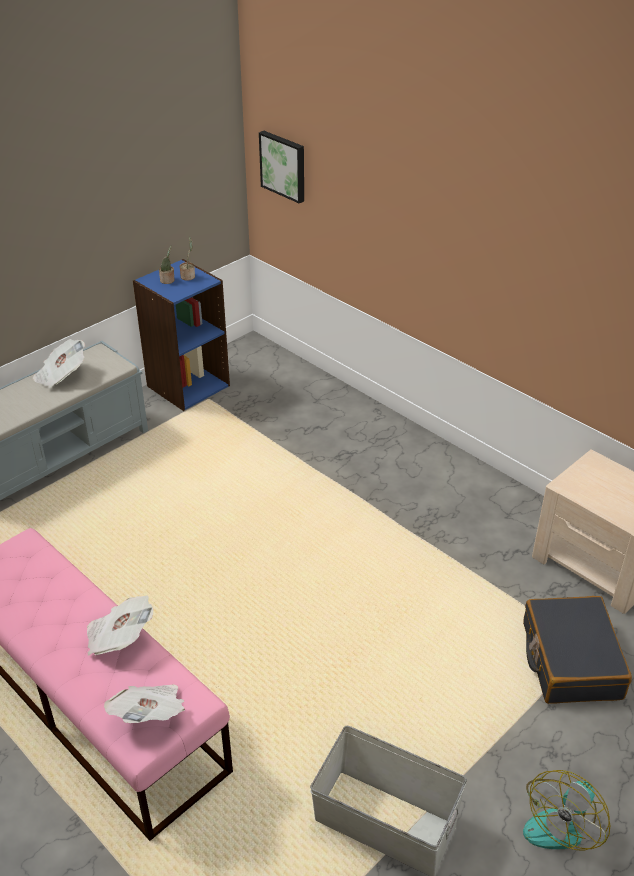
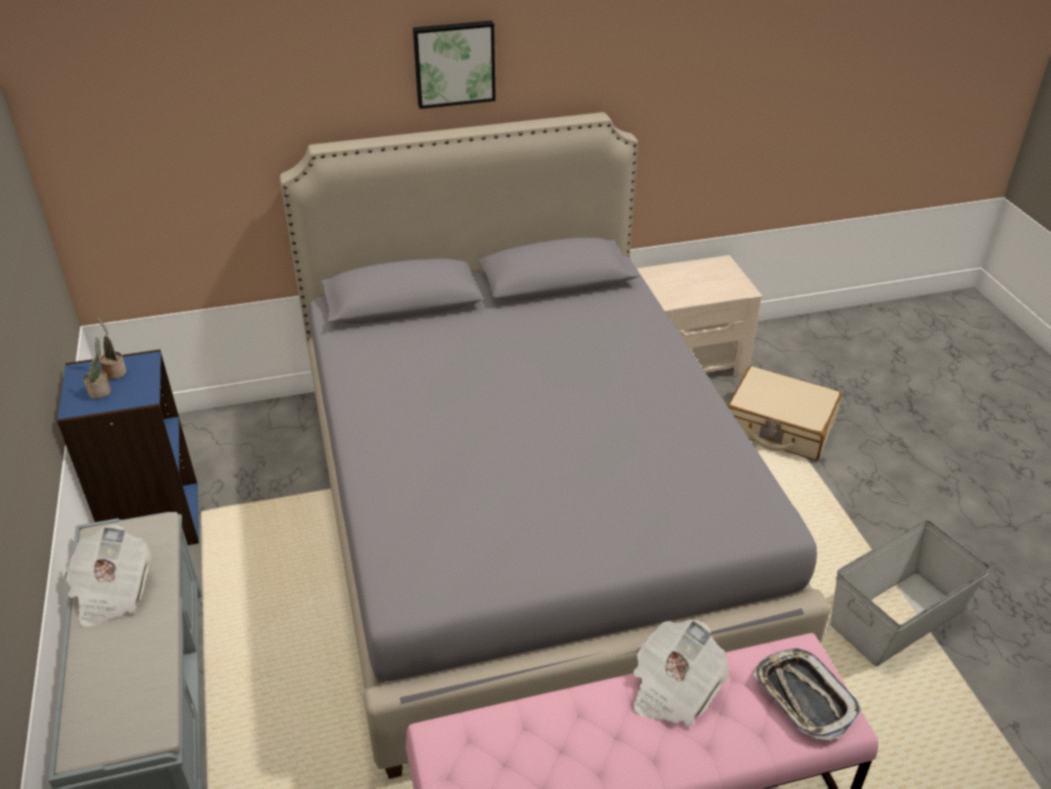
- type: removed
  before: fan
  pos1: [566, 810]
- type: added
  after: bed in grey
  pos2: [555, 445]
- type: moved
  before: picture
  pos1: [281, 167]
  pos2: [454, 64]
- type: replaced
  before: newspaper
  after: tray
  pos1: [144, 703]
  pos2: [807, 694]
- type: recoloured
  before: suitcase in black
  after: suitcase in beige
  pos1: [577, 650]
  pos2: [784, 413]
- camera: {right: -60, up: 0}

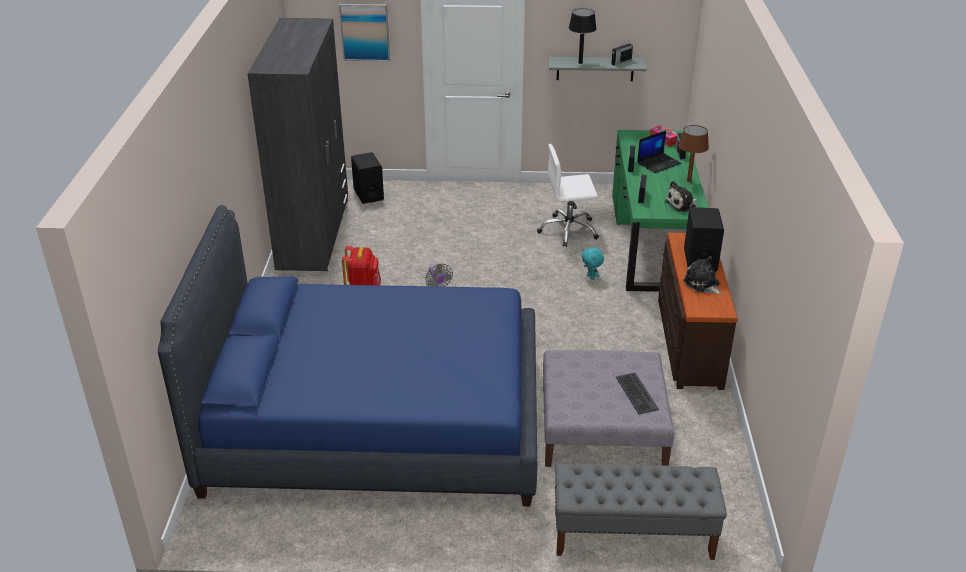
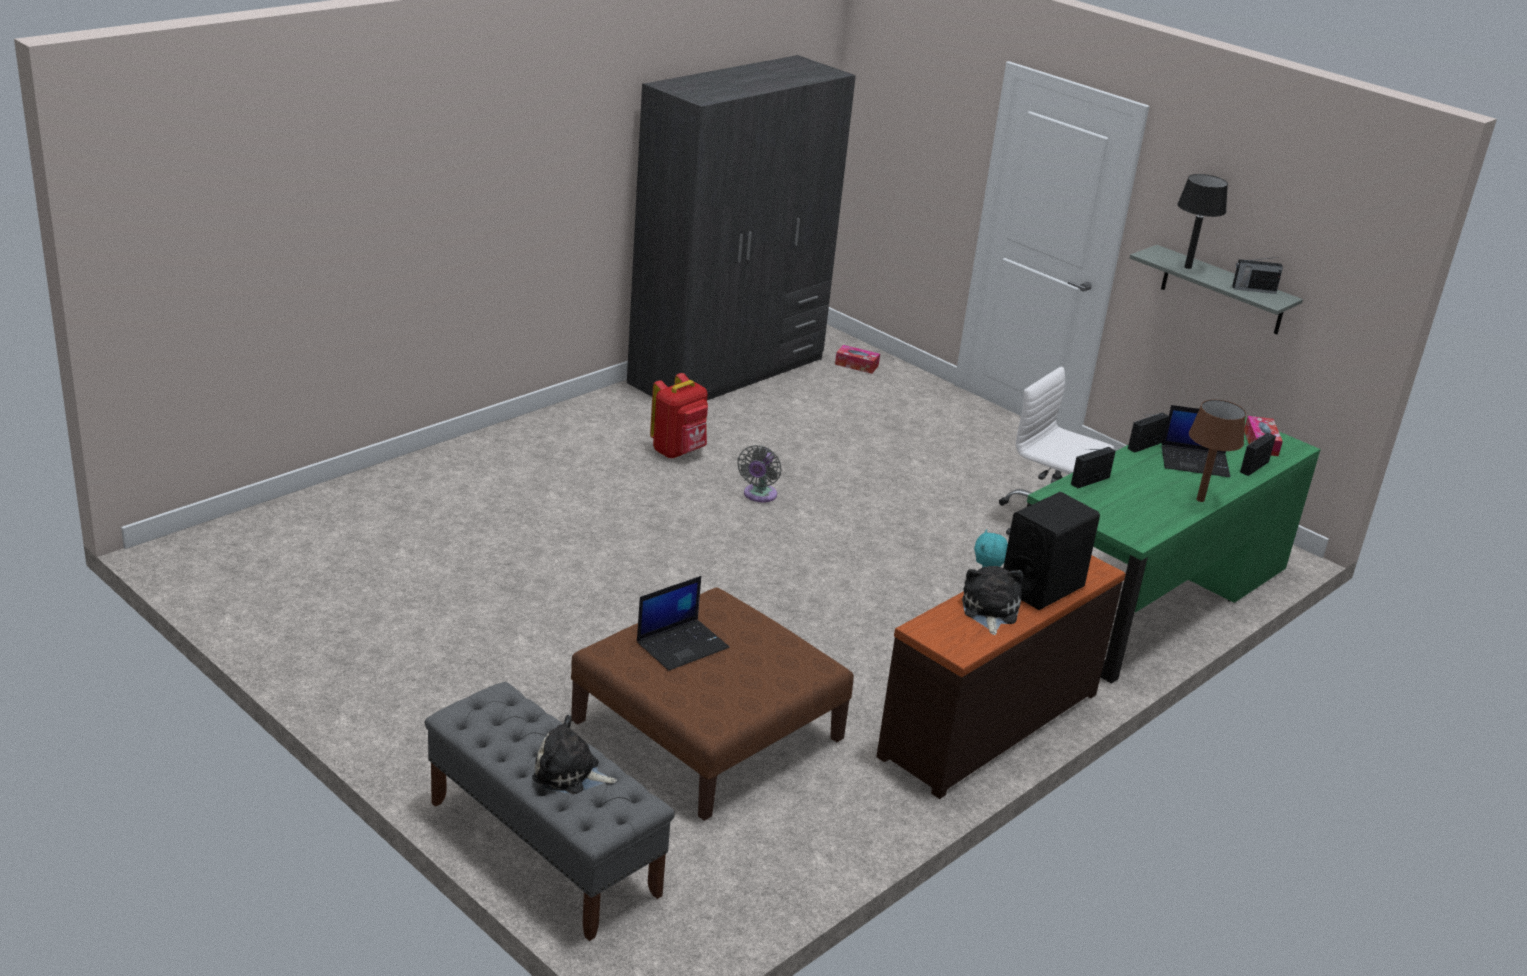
- type: removed
  before: bed in blue
  pos1: [347, 355]
- type: removed
  before: picture
  pos1: [364, 32]
- type: removed
  before: keyboard
  pos1: [637, 393]
- type: added
  after: laptop
  pos2: [683, 623]
- type: moved
  before: plush toy
  pos1: [681, 196]
  pos2: [574, 754]
- type: replaced
  before: speaker in black
  after: tissue box
  pos1: [367, 178]
  pos2: [857, 359]
- type: recoloured
  before: ottoman in grey
  after: ottoman in brown
  pos1: [608, 408]
  pos2: [712, 704]
- camera: {right: 40, up: -5}

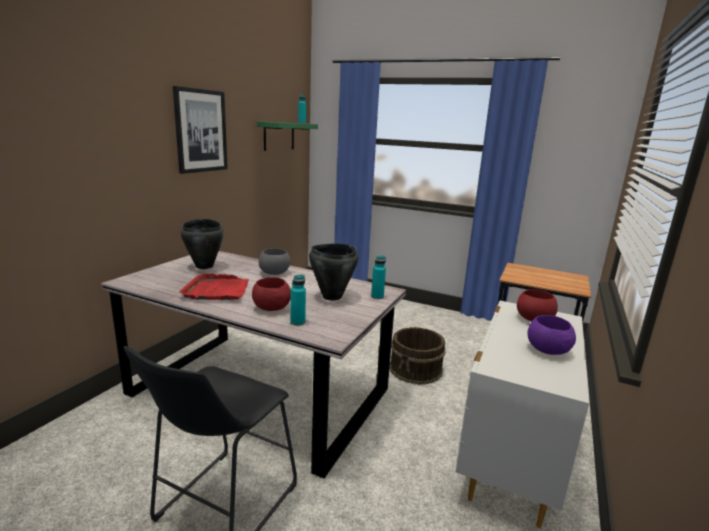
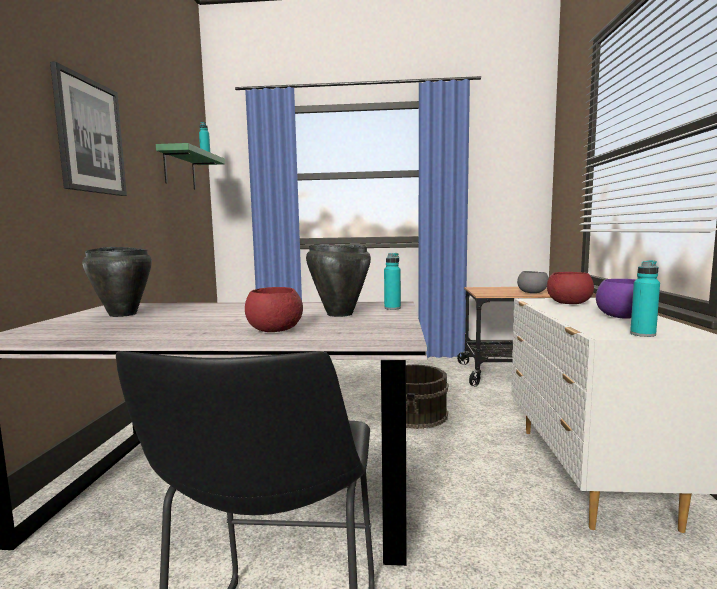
- type: removed
  before: tray in red
  pos1: [214, 286]
- type: moved
  before: bowl in grey
  pos1: [274, 261]
  pos2: [533, 282]
- type: moved
  before: bottle in turquoise
  pos1: [298, 300]
  pos2: [645, 298]
- camera: {right: -20, up: -10}

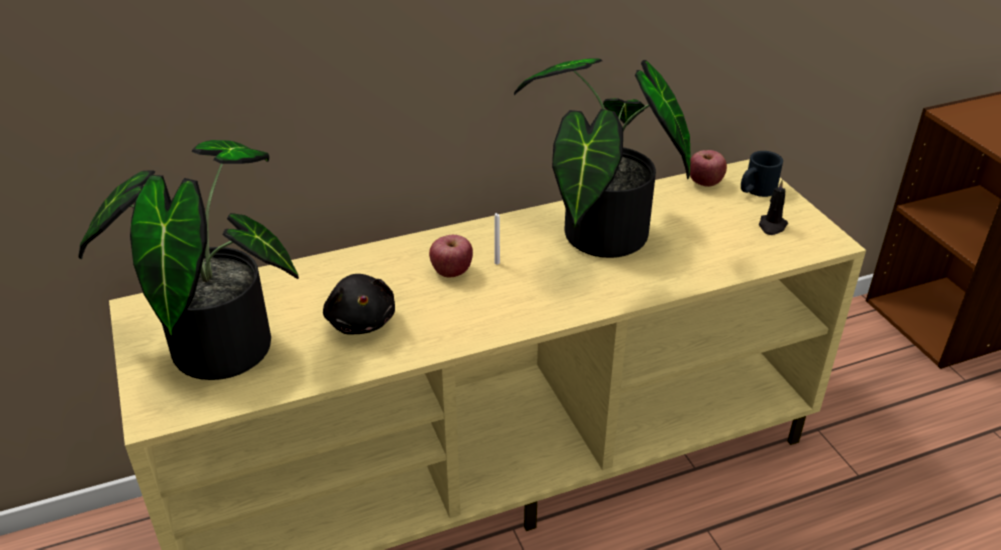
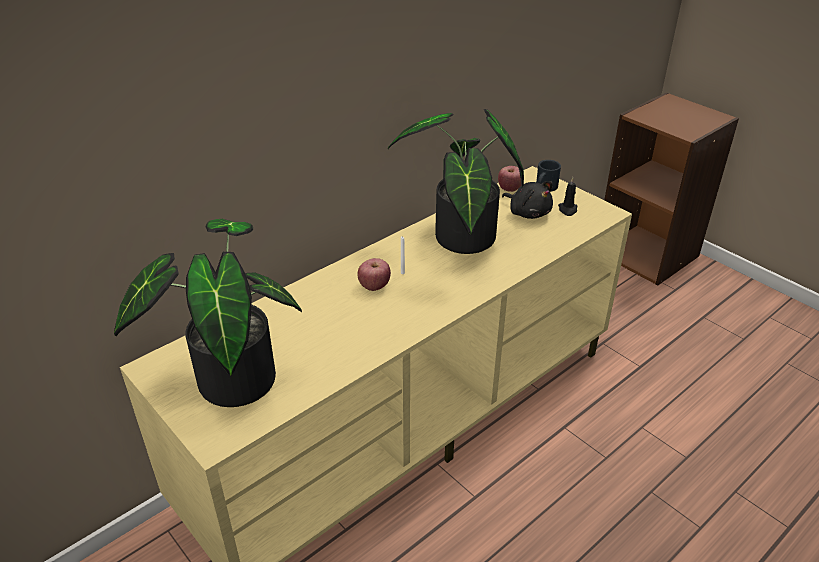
- type: moved
  before: plush toy in black
  pos1: [359, 304]
  pos2: [527, 200]
- camera: {right: -20, up: 0}

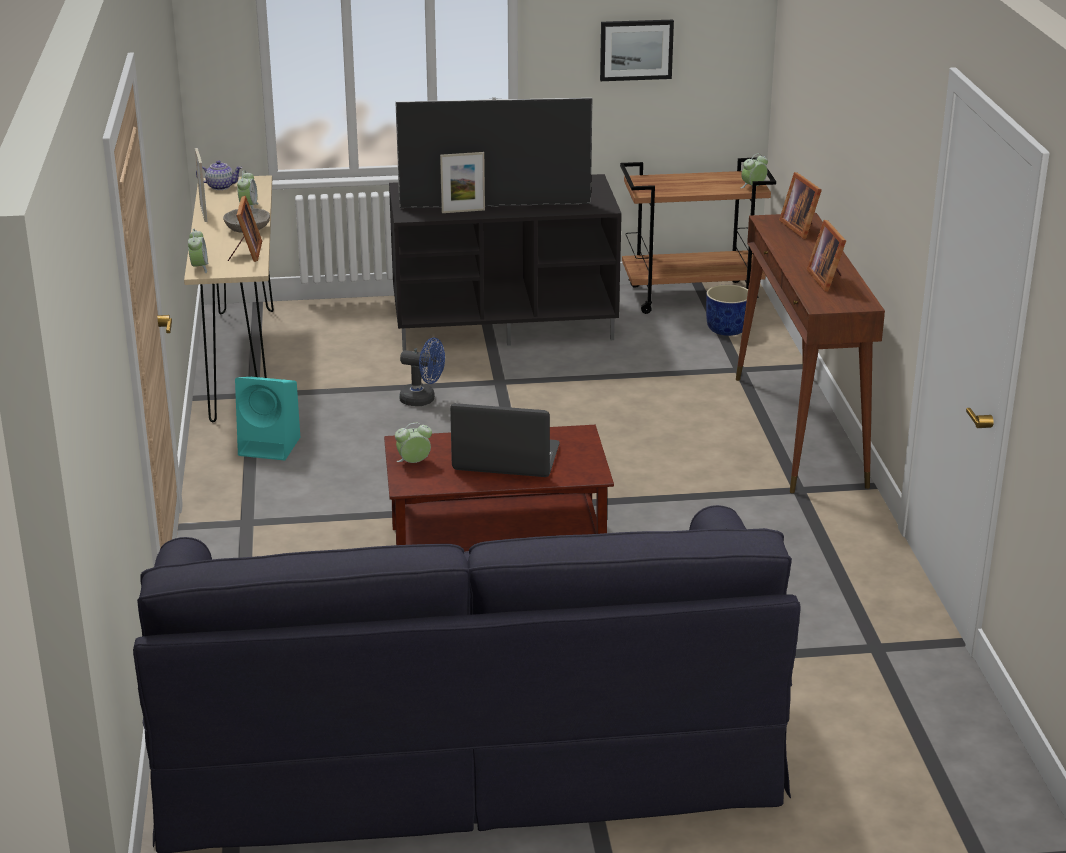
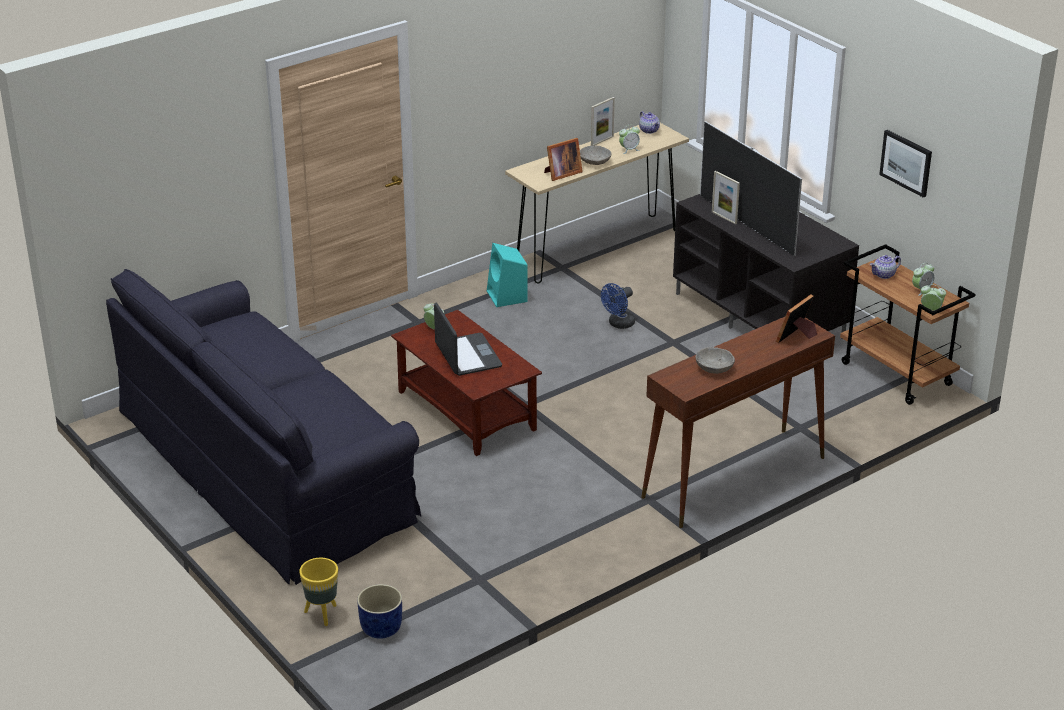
- type: added
  after: planter in yellow
  pos2: [318, 592]
- type: added
  after: teapot
  pos2: [885, 267]
- type: moved
  before: alarm clock
  pos1: [198, 251]
  pos2: [923, 279]
- type: moved
  before: planter in blue
  pos1: [727, 310]
  pos2: [379, 611]
- type: replaced
  before: picture frame
  after: bowl in grey
  pos1: [826, 256]
  pos2: [715, 360]
- type: turned
  before: fan in blue
  pos1: [422, 372]
  pos2: [618, 306]
  turn: 60
- camera: {right: 60, up: 5}

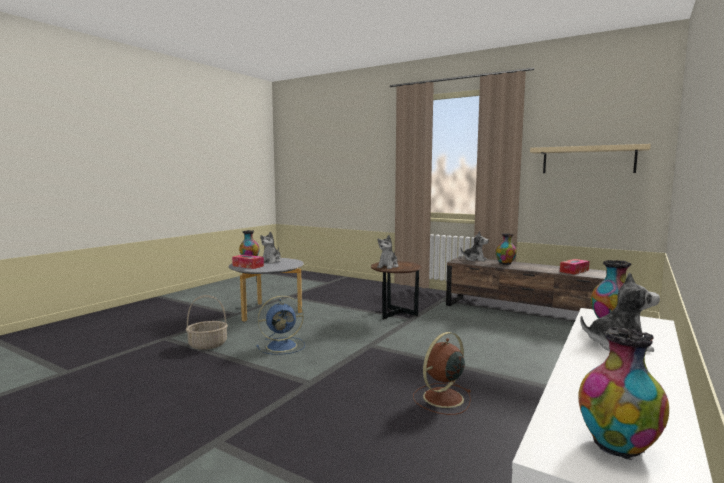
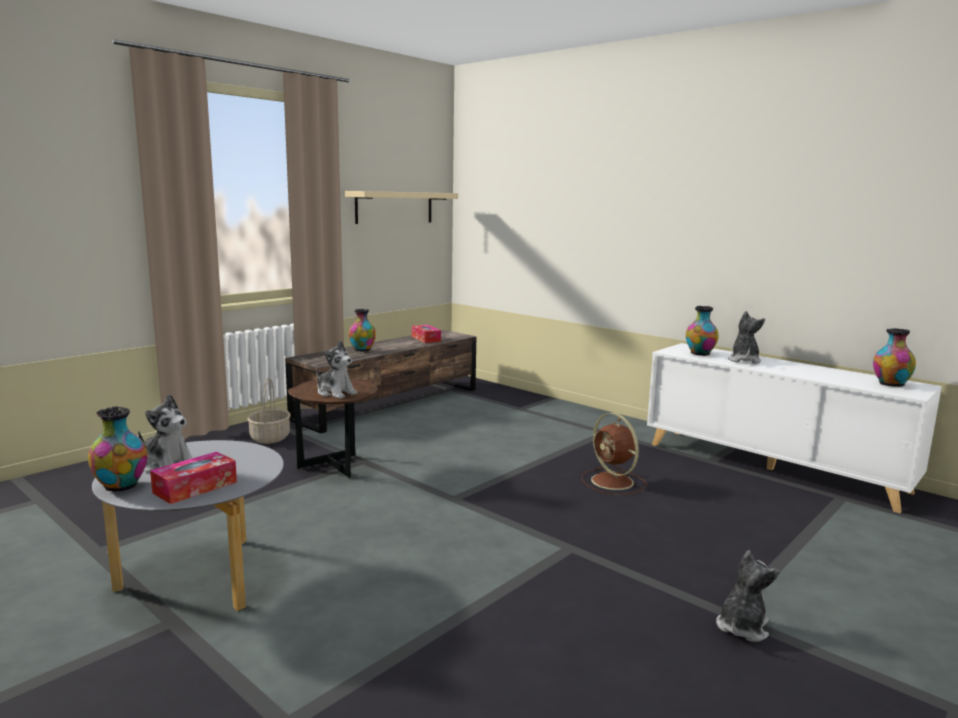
- type: removed
  before: fan in blue
  pos1: [280, 325]
- type: moved
  before: basket
  pos1: [207, 322]
  pos2: [269, 411]
- type: moved
  before: plush toy
  pos1: [474, 246]
  pos2: [748, 596]
- camera: {right: -80, up: 5}

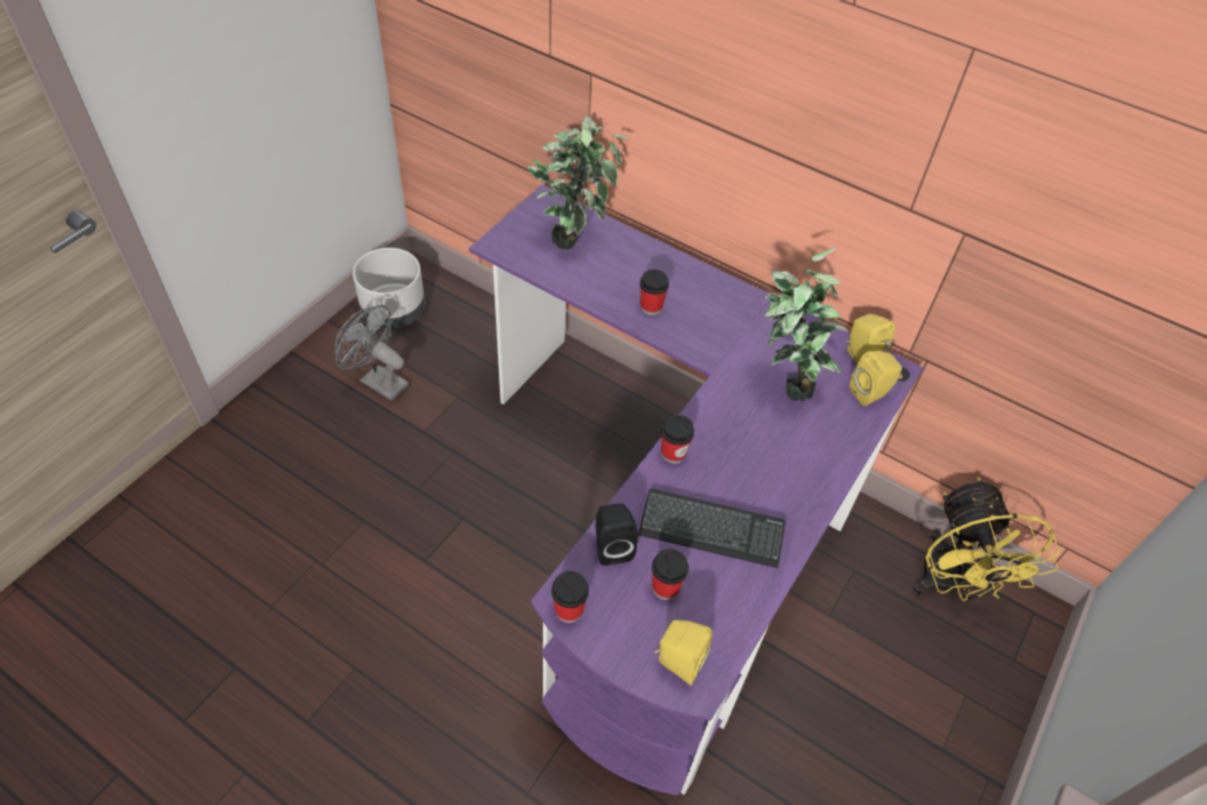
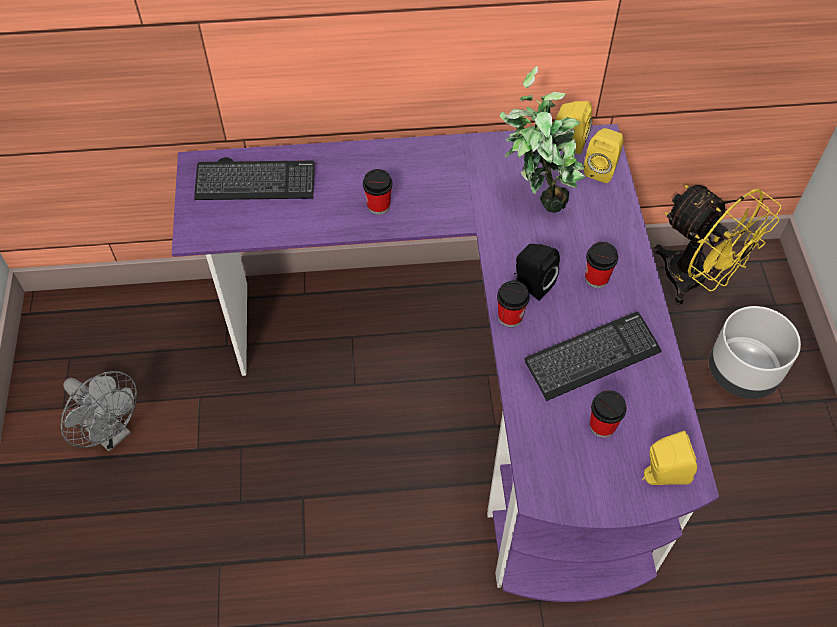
- type: moved
  before: planter in grey
  pos1: [389, 288]
  pos2: [755, 352]
- type: moved
  before: cup
  pos1: [570, 597]
  pos2: [601, 265]
- type: moved
  before: speaker in black
  pos1: [617, 534]
  pos2: [537, 272]
- type: replaced
  before: potted plant
  after: keyboard
  pos1: [578, 182]
  pos2: [254, 180]
- type: turned
  before: fan in grey
  pos1: [371, 353]
  pos2: [99, 411]
  turn: -135
- camera: {right: -35, up: 5}

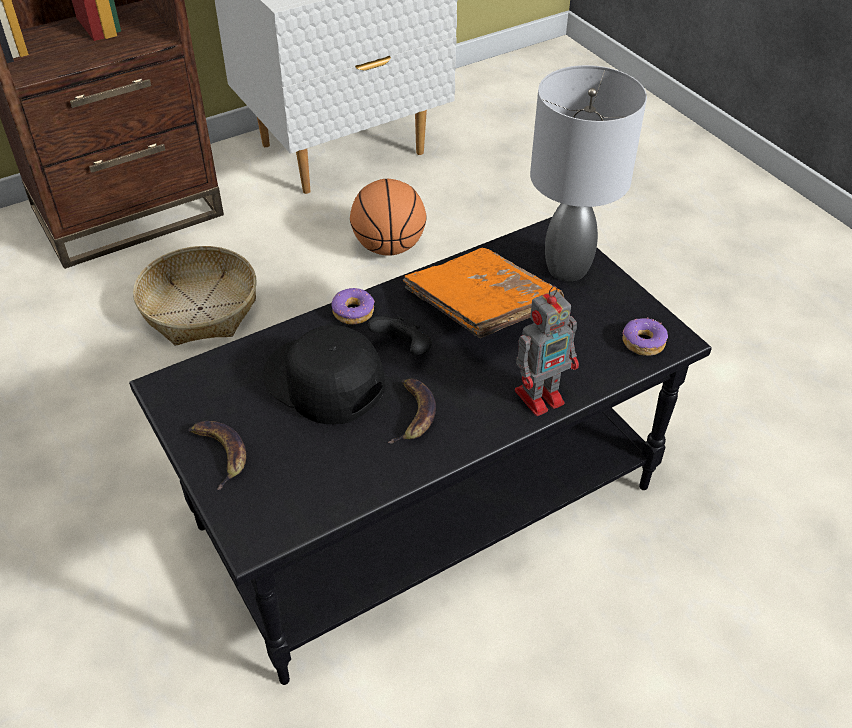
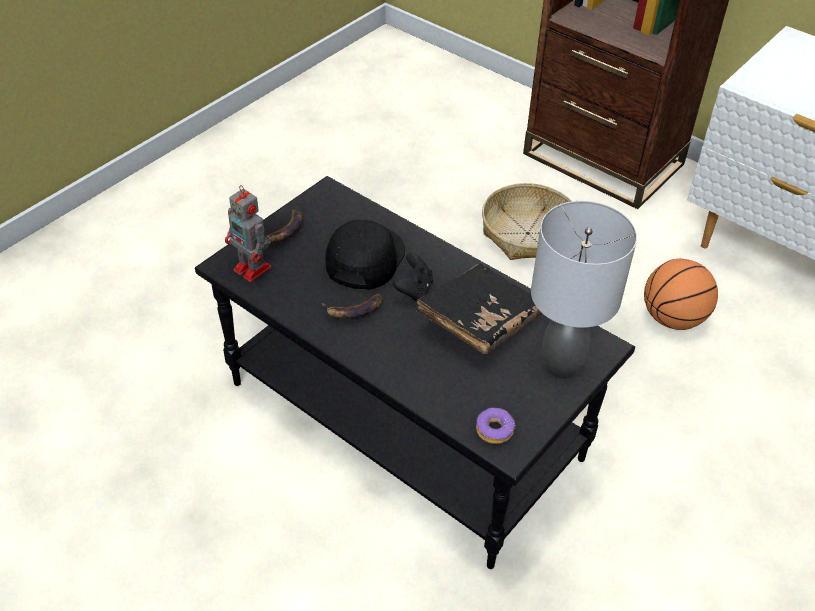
- type: removed
  before: donut
  pos1: [353, 306]
- type: moved
  before: toy robot
  pos1: [547, 351]
  pos2: [248, 233]
- type: recoloured
  before: book in orange
  after: book in black
  pos1: [483, 293]
  pos2: [479, 309]
- camera: {right: 70, up: 0}

